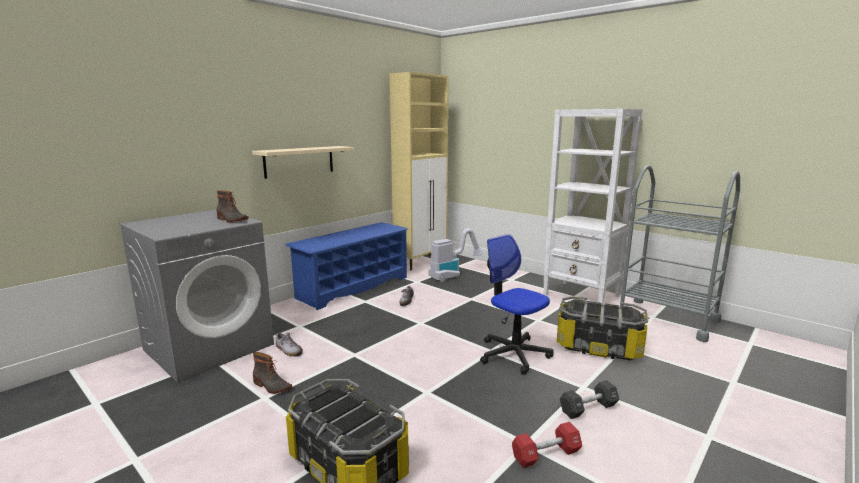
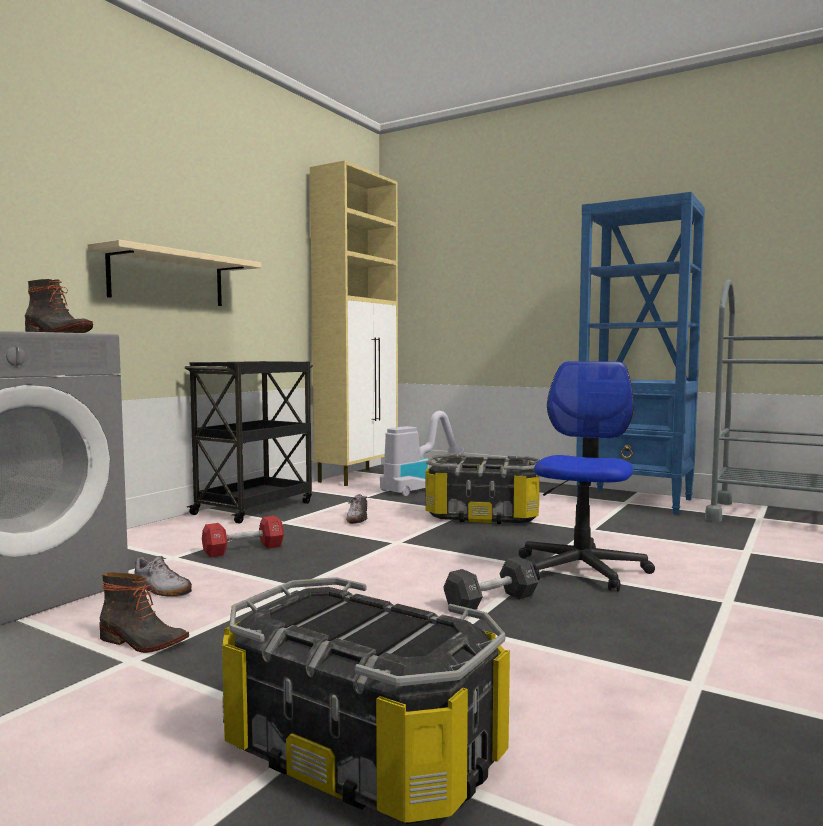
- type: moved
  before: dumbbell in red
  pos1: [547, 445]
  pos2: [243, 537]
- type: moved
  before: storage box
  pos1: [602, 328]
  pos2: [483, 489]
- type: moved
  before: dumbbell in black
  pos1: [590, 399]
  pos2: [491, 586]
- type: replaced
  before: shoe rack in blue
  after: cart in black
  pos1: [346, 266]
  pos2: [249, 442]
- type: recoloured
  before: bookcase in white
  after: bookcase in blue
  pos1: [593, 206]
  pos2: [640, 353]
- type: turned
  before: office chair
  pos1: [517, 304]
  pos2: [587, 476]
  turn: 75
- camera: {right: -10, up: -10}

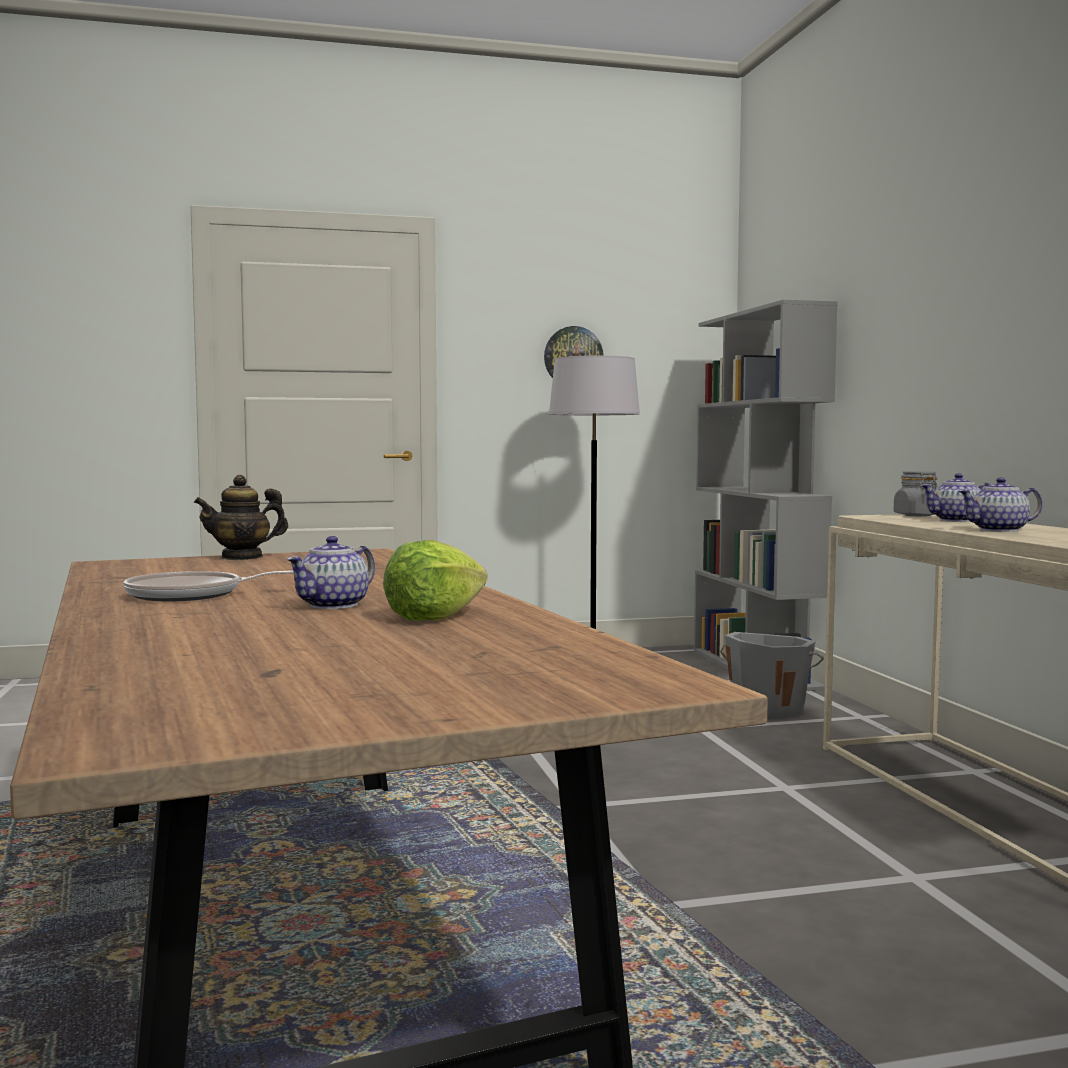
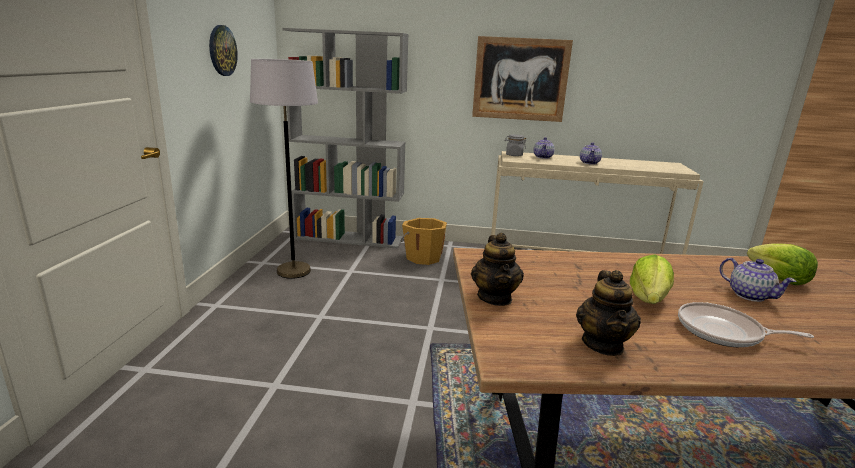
- type: added
  after: picture
  pos2: [522, 79]
- type: added
  after: teapot
  pos2: [608, 313]
- type: added
  after: lettuce
  pos2: [652, 279]
- type: recoloured
  before: bucket in grey
  after: bucket in orange
  pos1: [772, 675]
  pos2: [423, 241]
- type: turned
  before: frying pan
  pos1: [208, 585]
  pos2: [746, 324]
  turn: 105
- camera: {right: -70, up: 15}

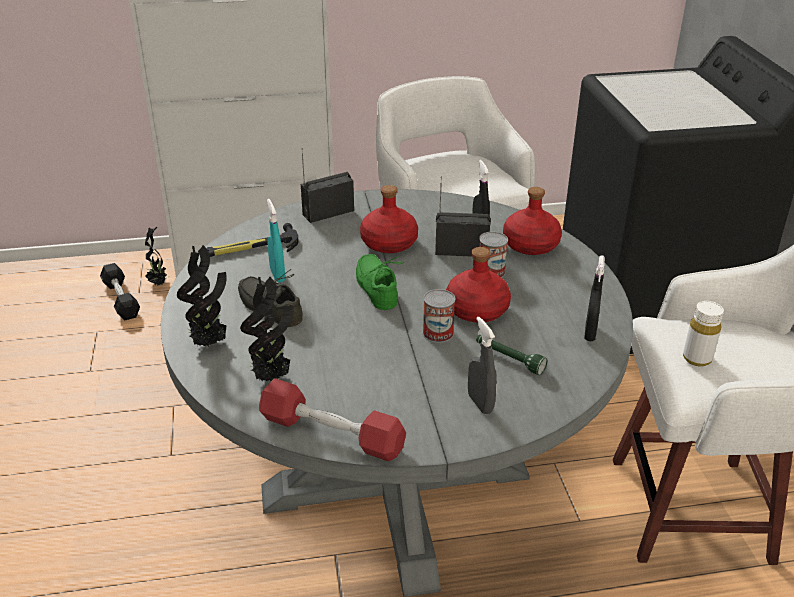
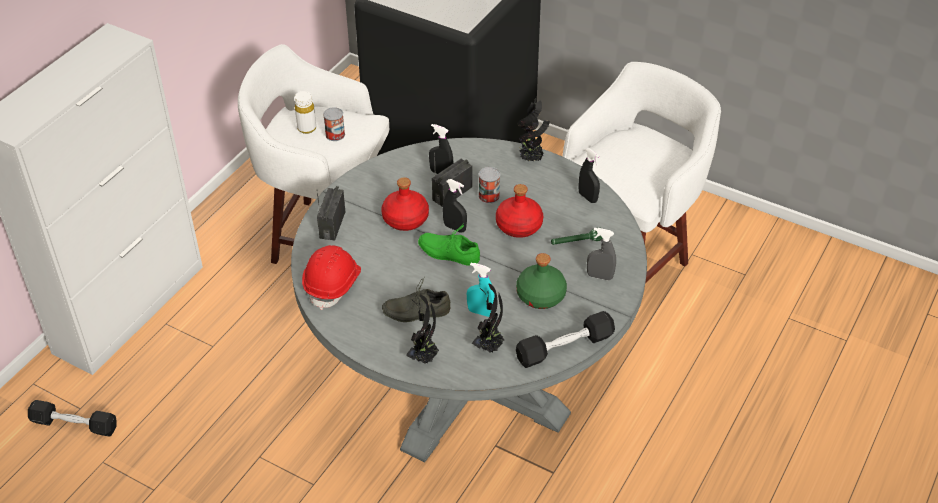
- type: removed
  before: bottle in red
  pos1: [532, 221]
- type: added
  after: spray bottle in black
  pos2: [454, 206]
- type: added
  after: bottle in green
  pos2: [541, 281]
- type: moved
  before: potted plant
  pos1: [156, 256]
  pos2: [533, 130]
- type: moved
  before: spray bottle in turquoise
  pos1: [276, 240]
  pos2: [481, 290]
- type: moved
  before: can
  pos1: [439, 316]
  pos2: [334, 124]
- type: moved
  before: bottle in white
  pos1: [703, 333]
  pos2: [305, 112]
- type: replaced
  before: hammer
  after: hard hat in red
  pos1: [253, 240]
  pos2: [331, 277]
- type: recoloured
  before: dumbbell in red
  after: dumbbell in black
  pos1: [332, 419]
  pos2: [565, 339]
- camera: {right: -50, up: 10}

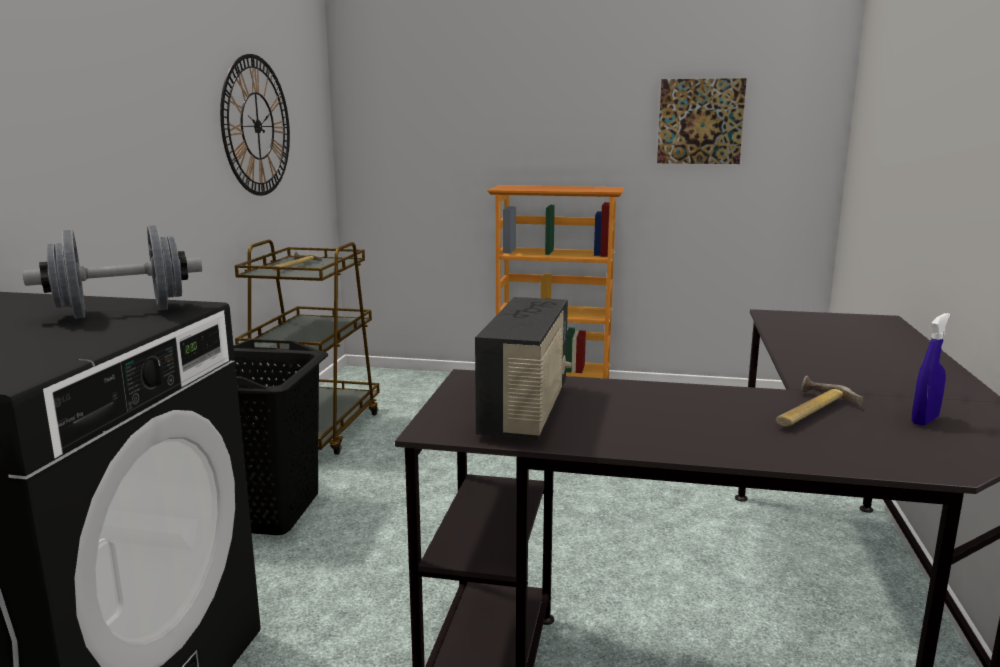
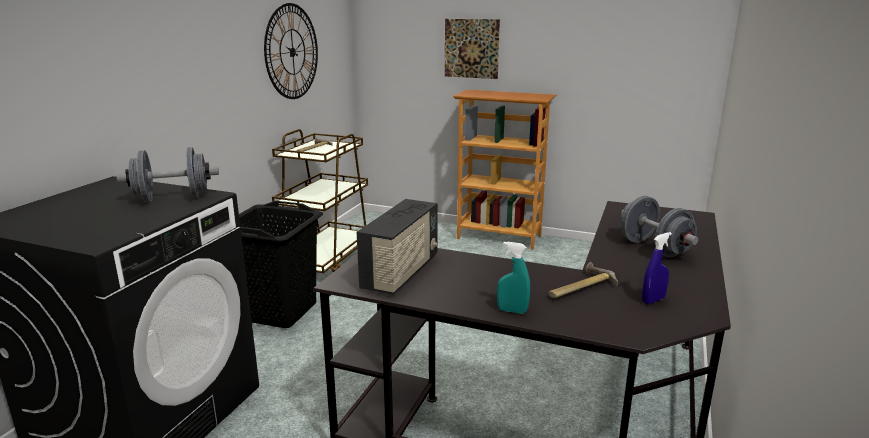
- type: added
  after: spray bottle in turquoise
  pos2: [513, 278]
- type: added
  after: dumbbell in grey
  pos2: [659, 226]
- type: moved
  before: picture
  pos1: [702, 121]
  pos2: [472, 49]
- camera: {right: 10, up: 5}

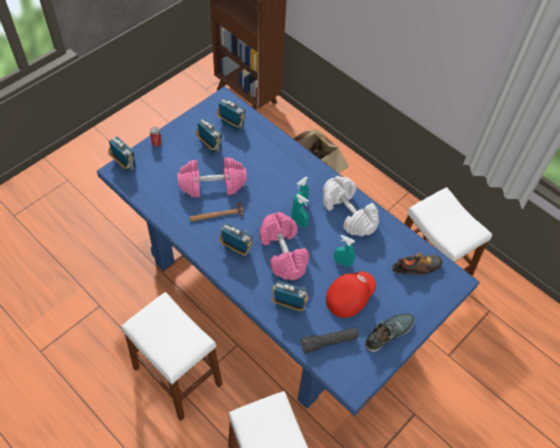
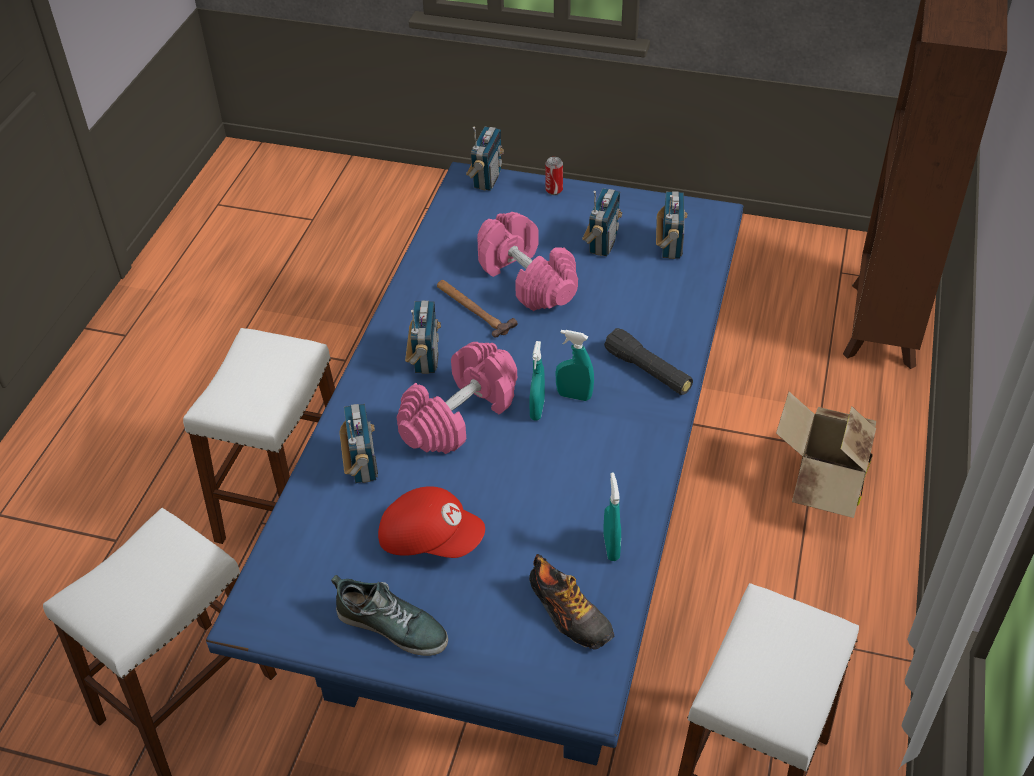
- type: removed
  before: dumbbell in white
  pos1: [351, 206]
- type: moved
  before: flashlight in black
  pos1: [330, 340]
  pos2: [648, 361]
- type: moved
  before: spray bottle in turquoise
  pos1: [344, 251]
  pos2: [612, 517]
- camera: {right: 65, up: -10}

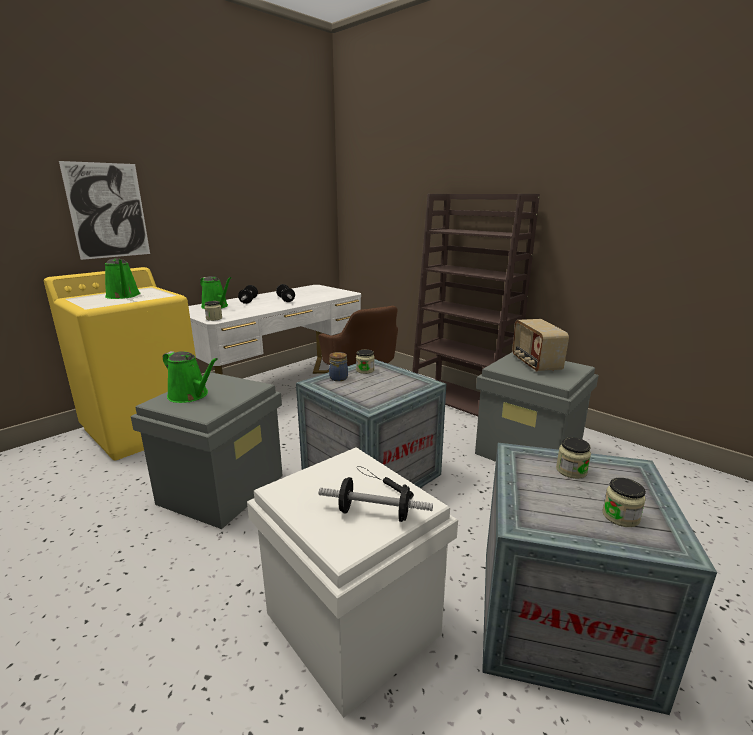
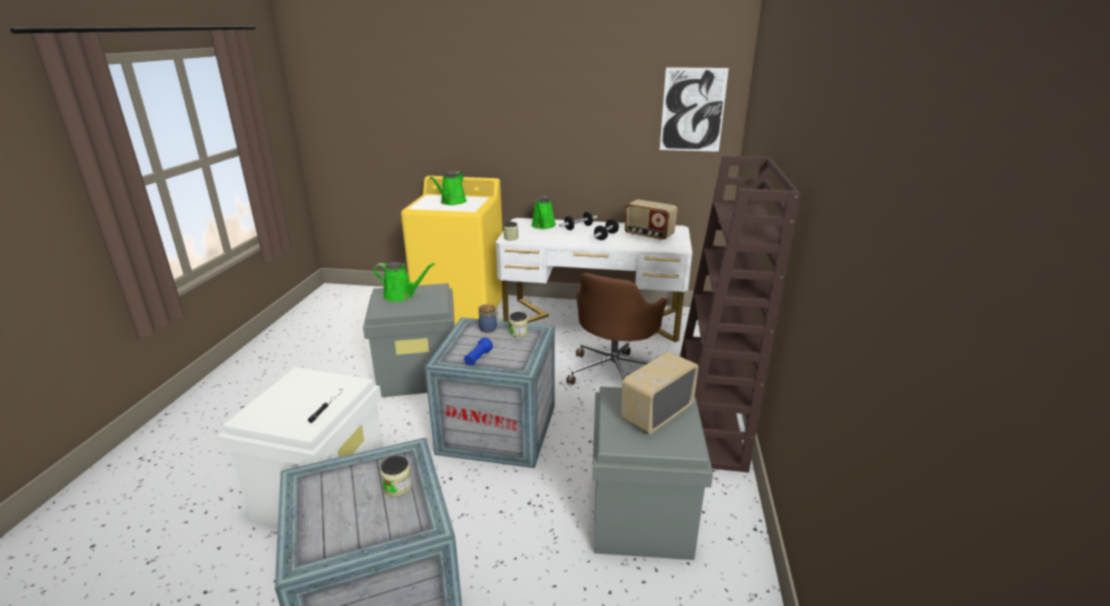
- type: removed
  before: dumbbell
  pos1: [376, 499]
- type: removed
  before: jar
  pos1: [624, 502]
- type: added
  after: flashlight in blue
  pos2: [478, 352]
- type: added
  after: radio
  pos2: [651, 220]
- type: moved
  before: picture
  pos1: [104, 210]
  pos2: [694, 109]
- type: turned
  before: watering can in green
  pos1: [190, 377]
  pos2: [404, 282]
  turn: -75
- camera: {right: 55, up: 5}

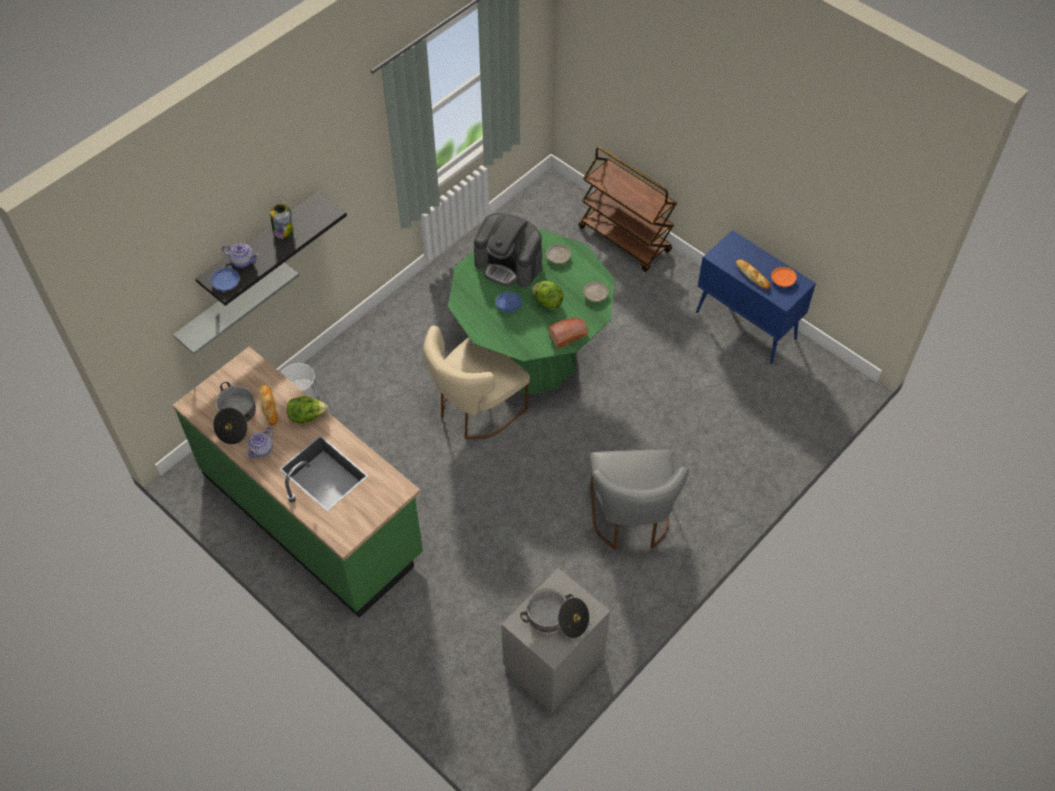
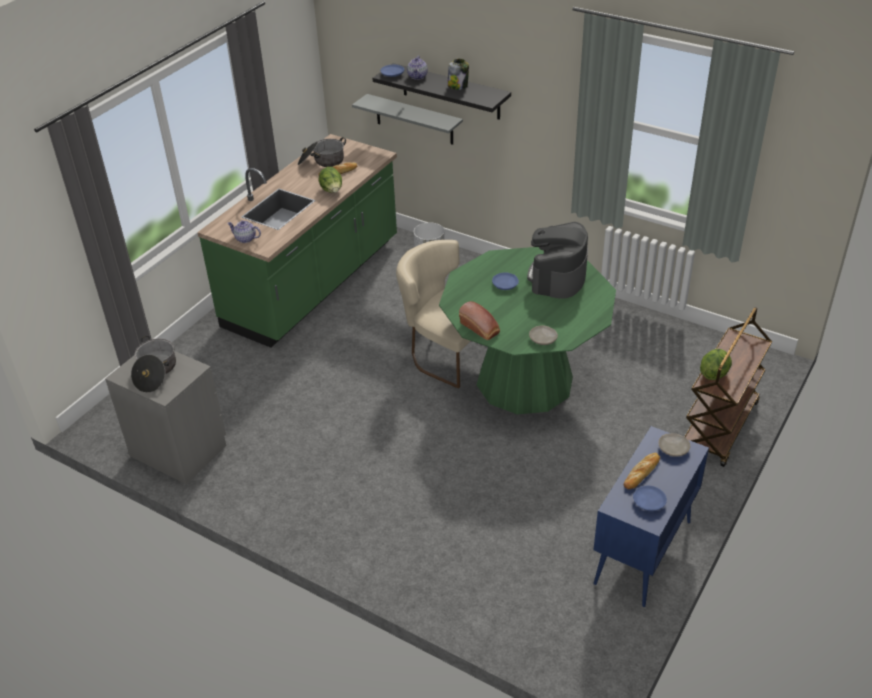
- type: removed
  before: chair in grey
  pos1: [639, 500]
- type: moved
  before: teapot
  pos1: [259, 442]
  pos2: [244, 231]
- type: moved
  before: lettuce
  pos1: [547, 295]
  pos2: [716, 364]
- type: moved
  before: plate in beige
  pos1: [558, 254]
  pos2: [674, 445]
- type: recoloured
  before: plate in orange
  after: plate in blue
  pos1: [784, 277]
  pos2: [650, 498]
- camera: {right: 80, up: -15}

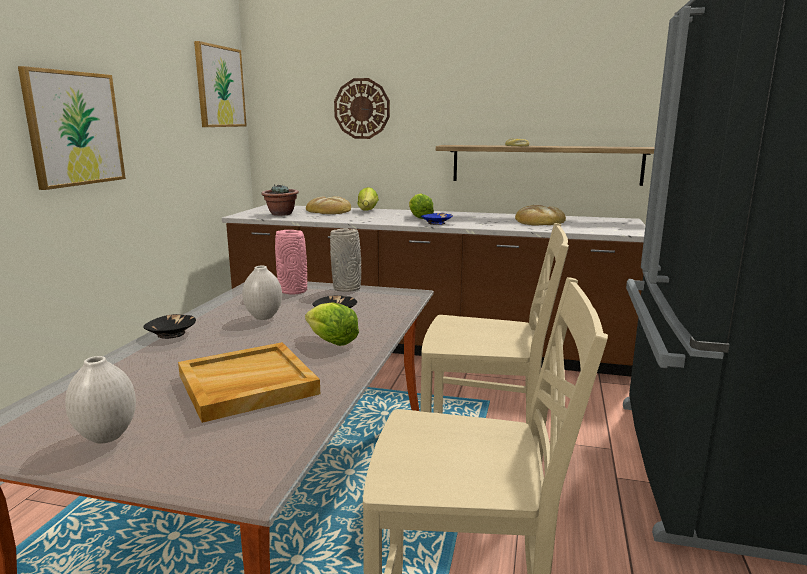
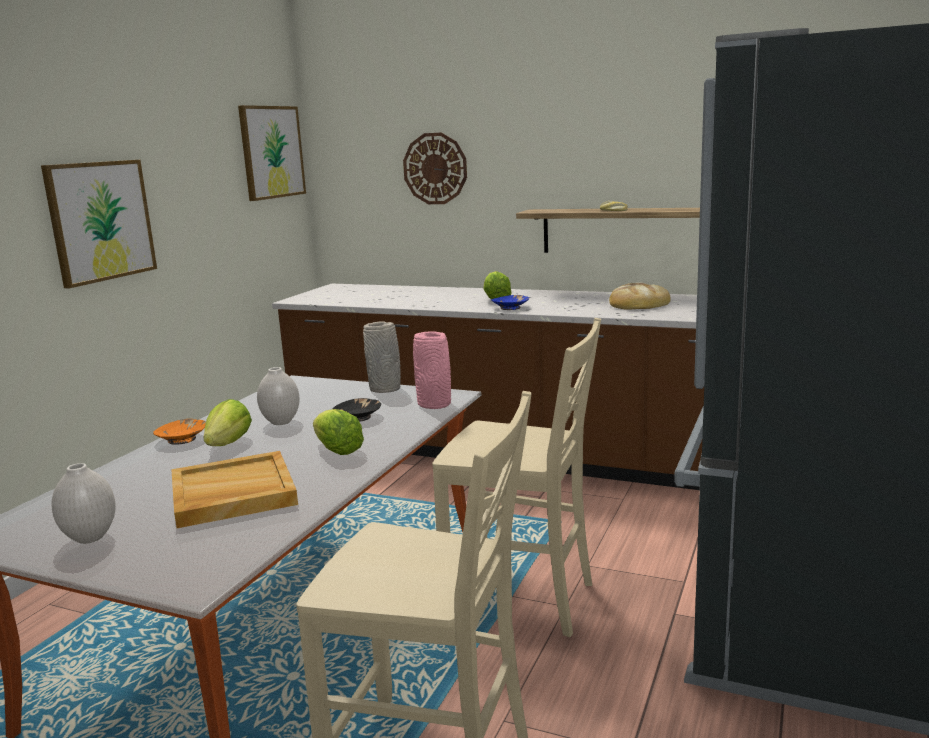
- type: removed
  before: potted plant
  pos1: [280, 200]
- type: removed
  before: bread
  pos1: [328, 205]
- type: moved
  before: vase in pink
  pos1: [291, 262]
  pos2: [432, 370]
- type: moved
  before: lettuce
  pos1: [368, 199]
  pos2: [227, 422]
- type: recoloured
  before: bowl in black
  after: bowl in orange
  pos1: [169, 326]
  pos2: [179, 432]
- camera: {right: 10, up: 0}

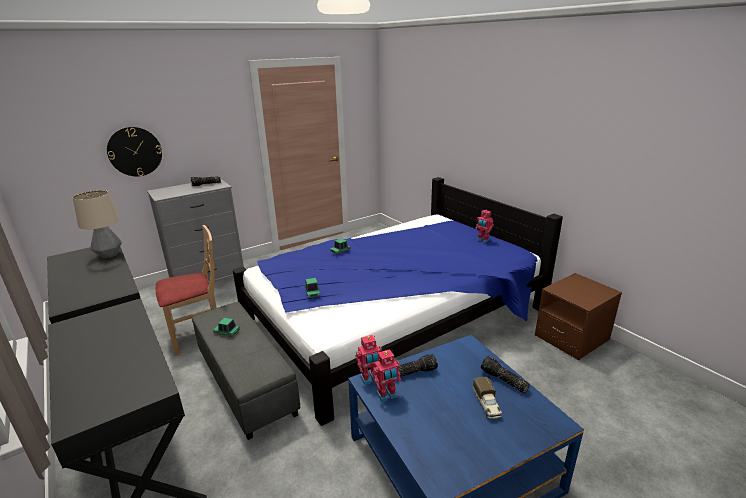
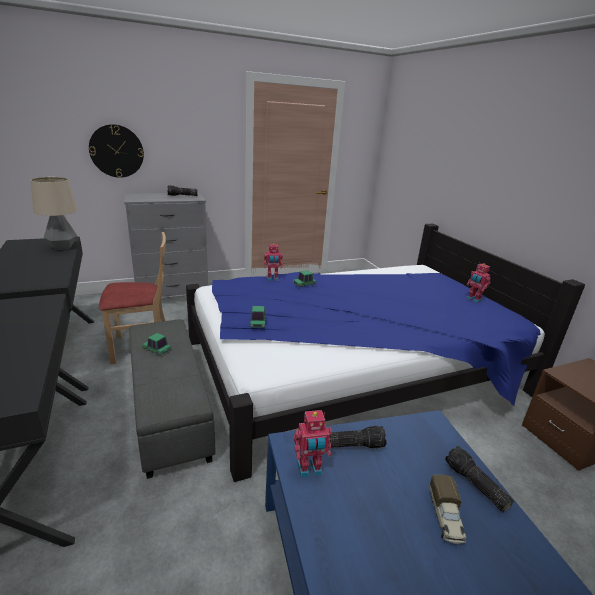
- type: moved
  before: toy robot
  pos1: [369, 360]
  pos2: [273, 262]
- camera: {right: 10, up: 0}

